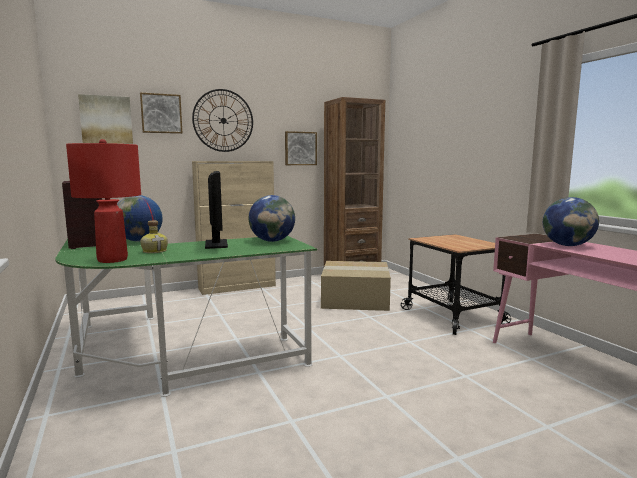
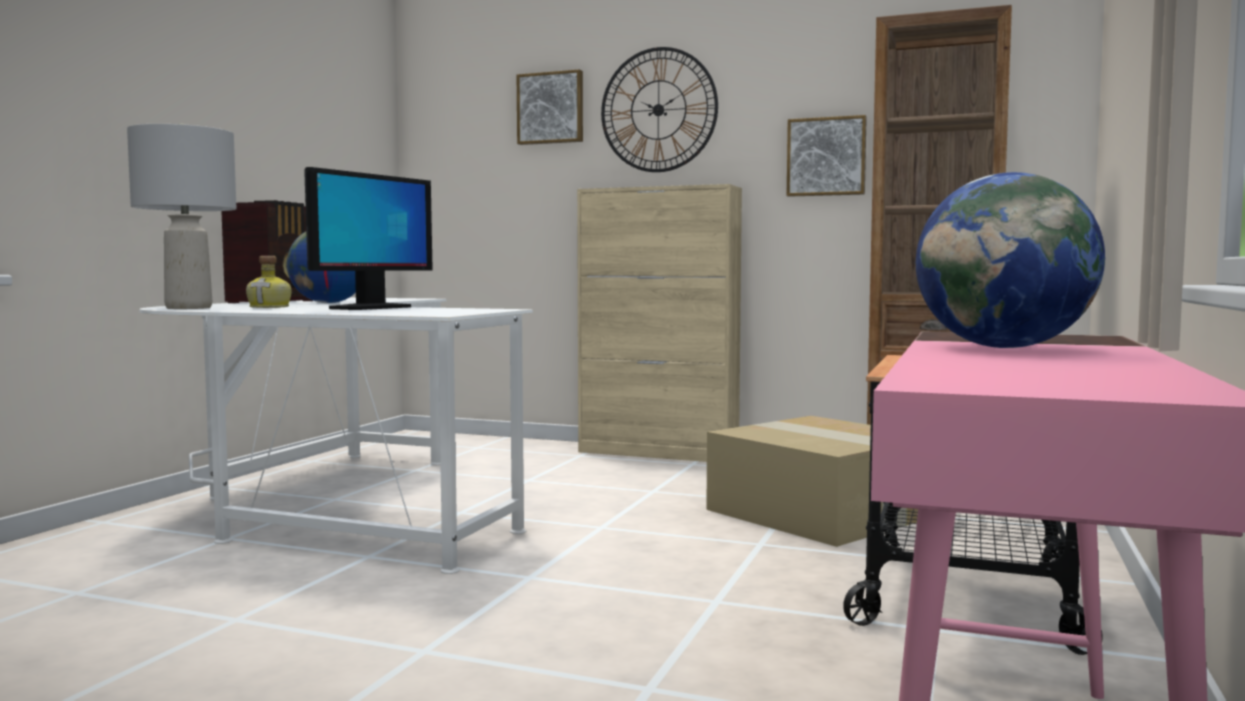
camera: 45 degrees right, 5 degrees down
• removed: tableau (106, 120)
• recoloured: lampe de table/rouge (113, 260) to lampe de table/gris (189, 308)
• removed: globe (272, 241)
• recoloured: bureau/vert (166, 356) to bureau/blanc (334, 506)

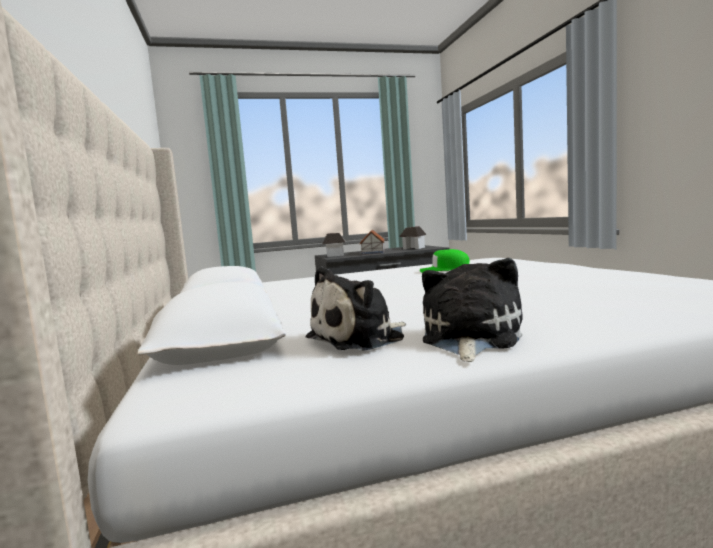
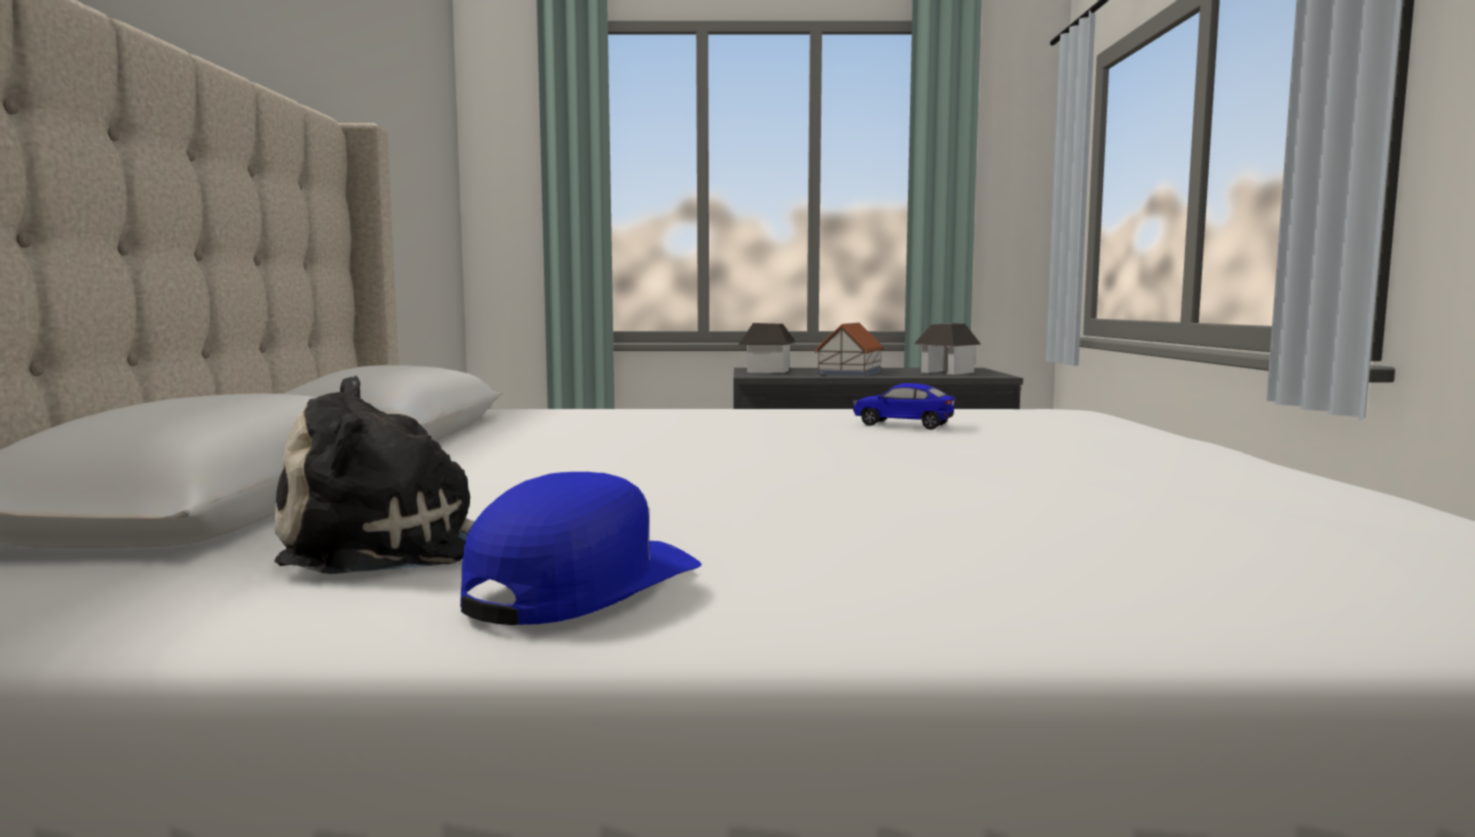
camera: 15 degrees right, 0 degrees up
• replaced: casquette/vert (445, 270) to petite voiture (903, 425)
• replaced: peluche (469, 338) to casquette/bleu (583, 584)

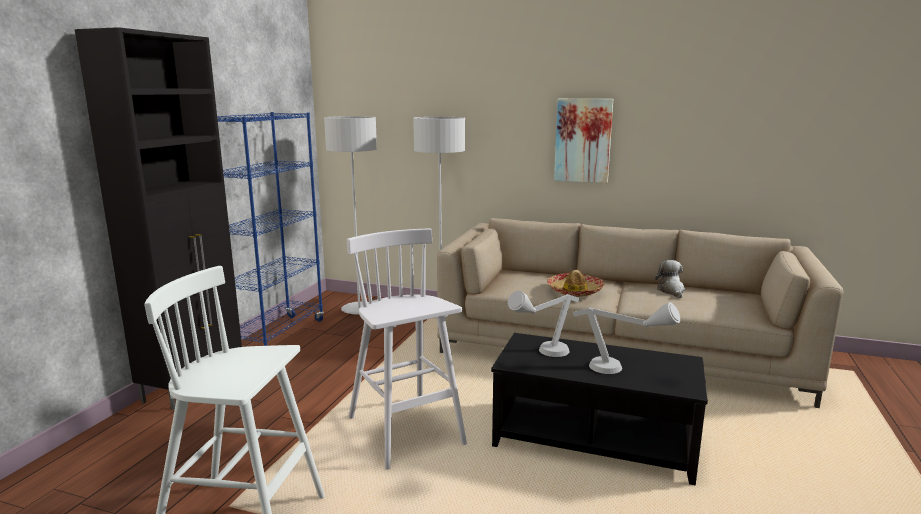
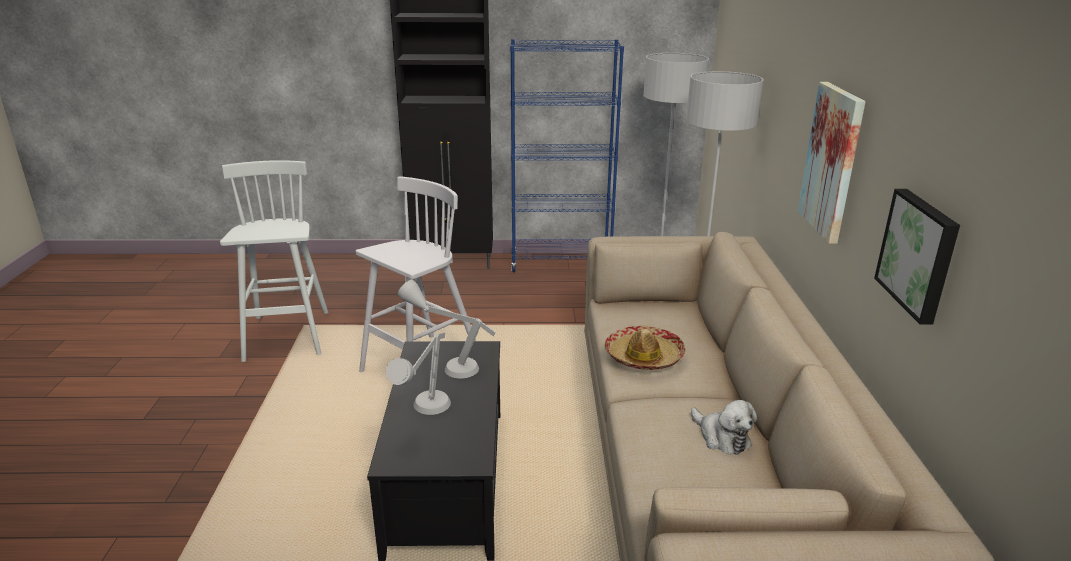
camera: 70 degrees right, 10 degrees up
• turned: peluche (671, 291) = (721, 437) 75 degrees clockwise
• added: tableau (919, 254)

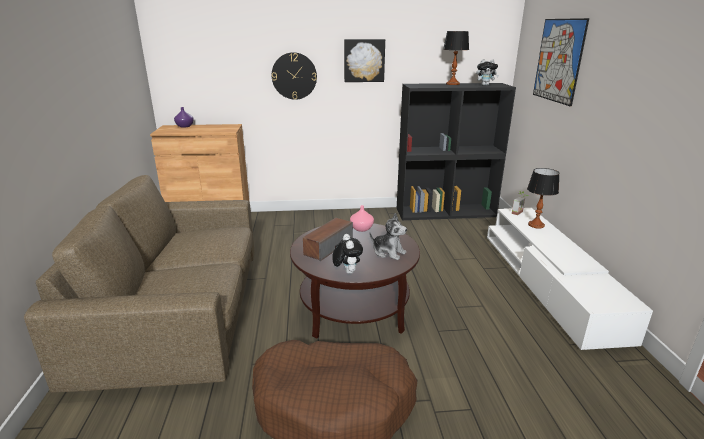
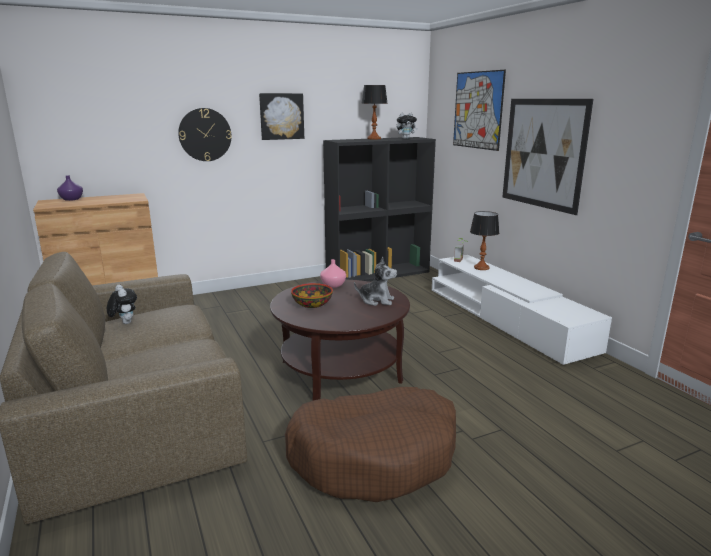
camera: 20 degrees left, 5 degrees down
• replaced: enceinte (328, 246) to bol (311, 304)
• moved: peluche (347, 272) to (124, 323)
• added: tableau (543, 153)

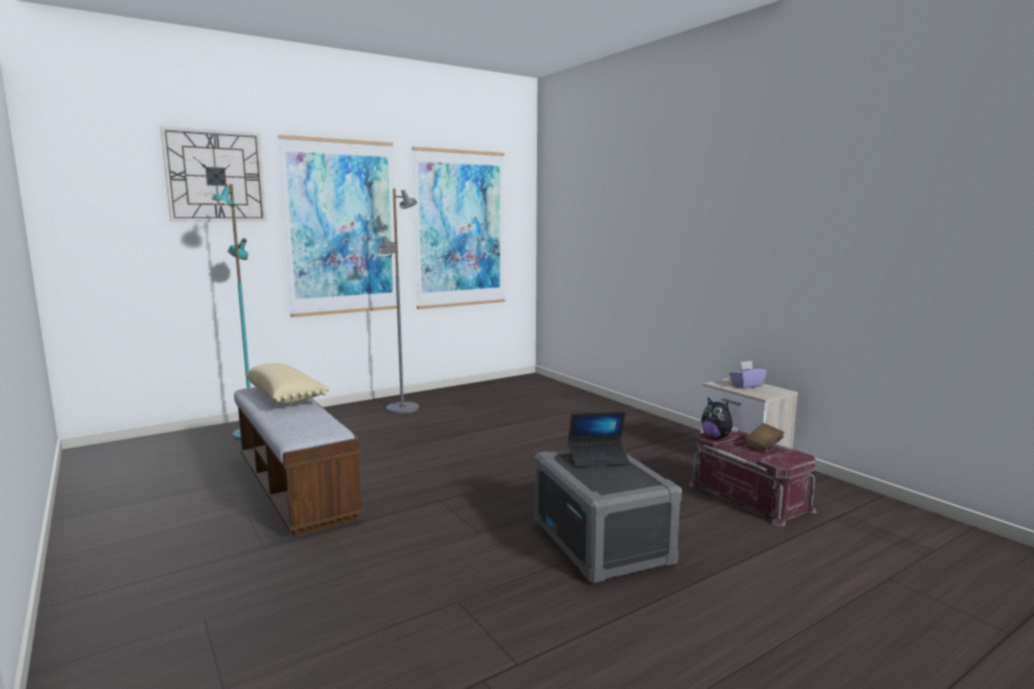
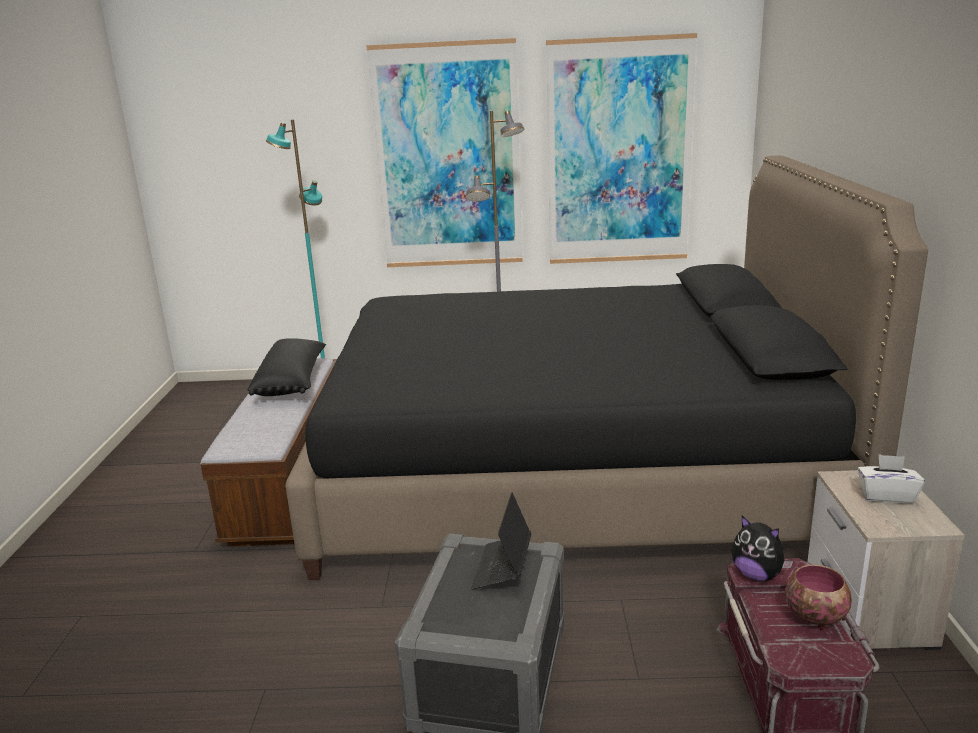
camera: 35 degrees right, 10 degrees up
• removed: horloge murale (215, 176)
• recoloured: boîte à mouchoirs/violet (746, 385) to boîte à mouchoirs/blanc (886, 495)
• recoloured: coussin/beige (286, 397) to coussin/noir (293, 382)
• turned: peluche (717, 437) = (757, 575) 45 degrees counterclockwise
• turned: ordinateur portable (598, 459) = (502, 568) 75 degrees clockwise
• replaced: livre/marron (763, 446) to bol (815, 616)
• added: lit/noir (570, 473)

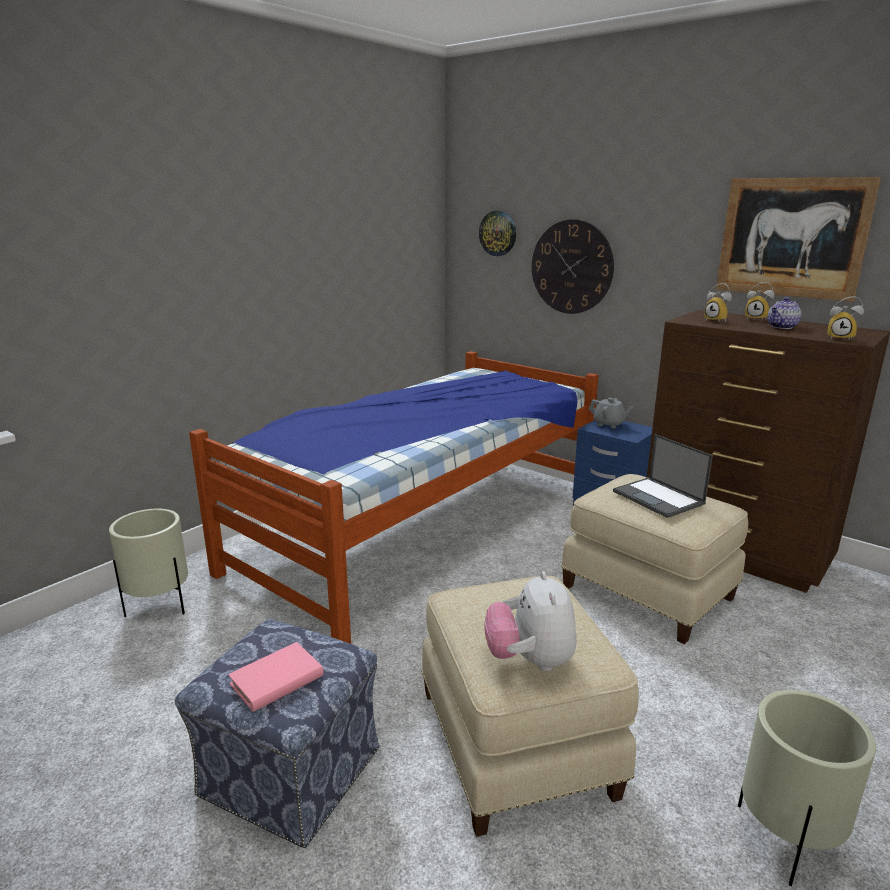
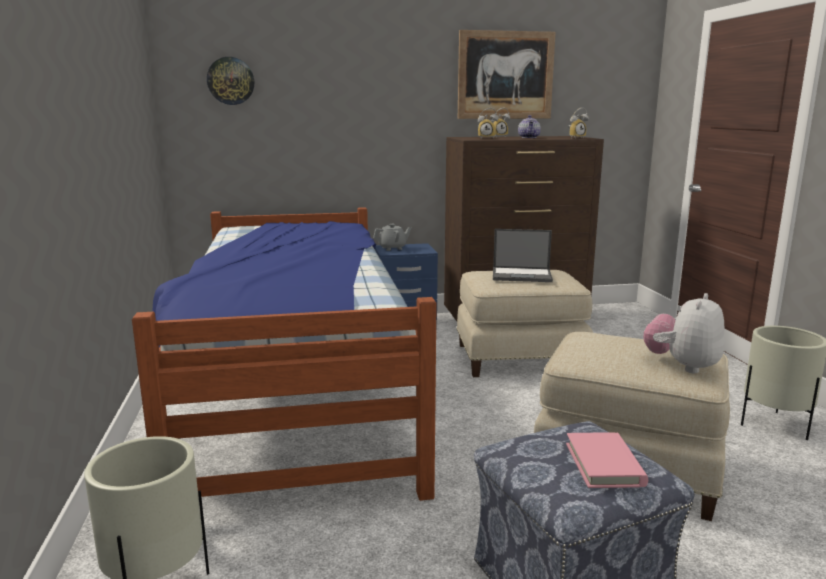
camera: 50 degrees left, 5 degrees down
• removed: horloge murale (571, 267)
• turned: peluche (530, 660) = (682, 366) 90 degrees clockwise

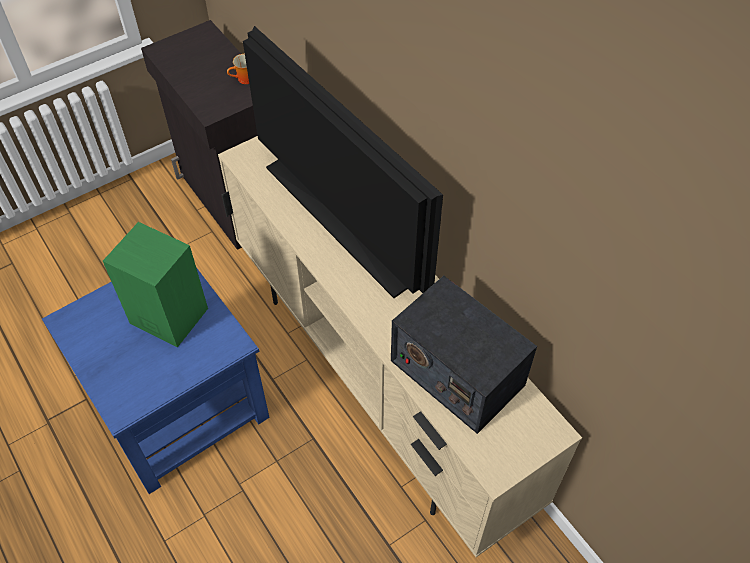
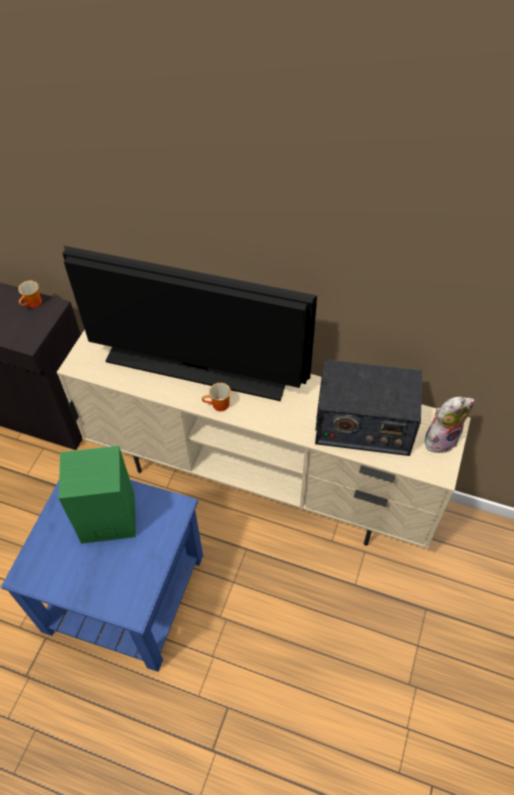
camera: 35 degrees left, 0 degrees up
• added: mug (219, 406)
• added: peluche (441, 438)

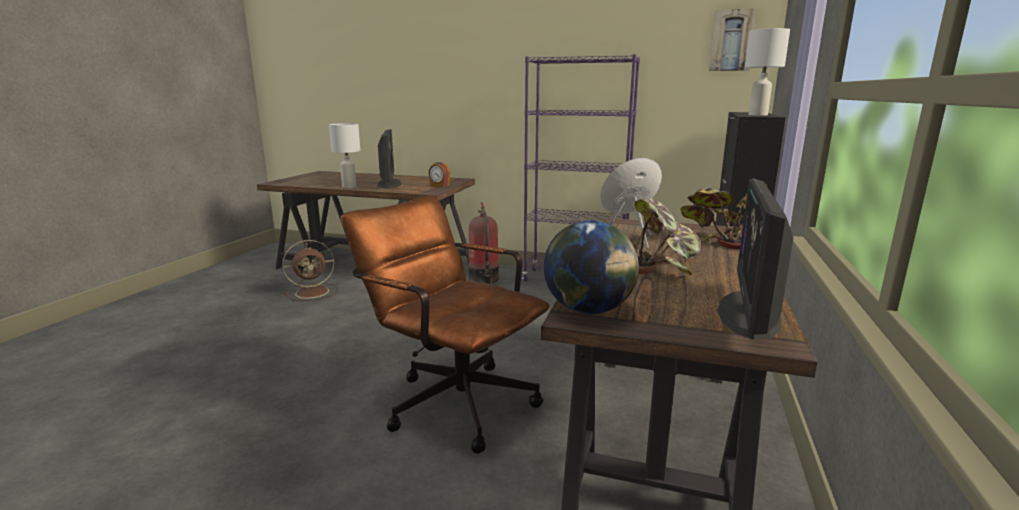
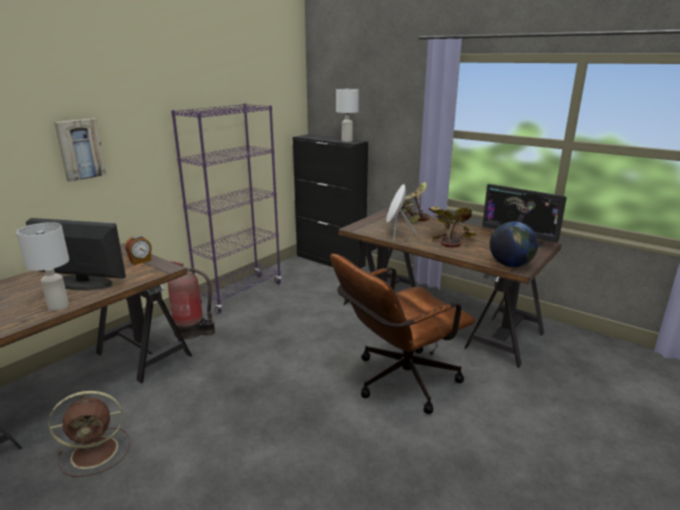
camera: 70 degrees left, 5 degrees up
• moved: tableau (731, 40) to (80, 149)
• turned: ventilateur/marron (314, 292) = (97, 451) 75 degrees clockwise

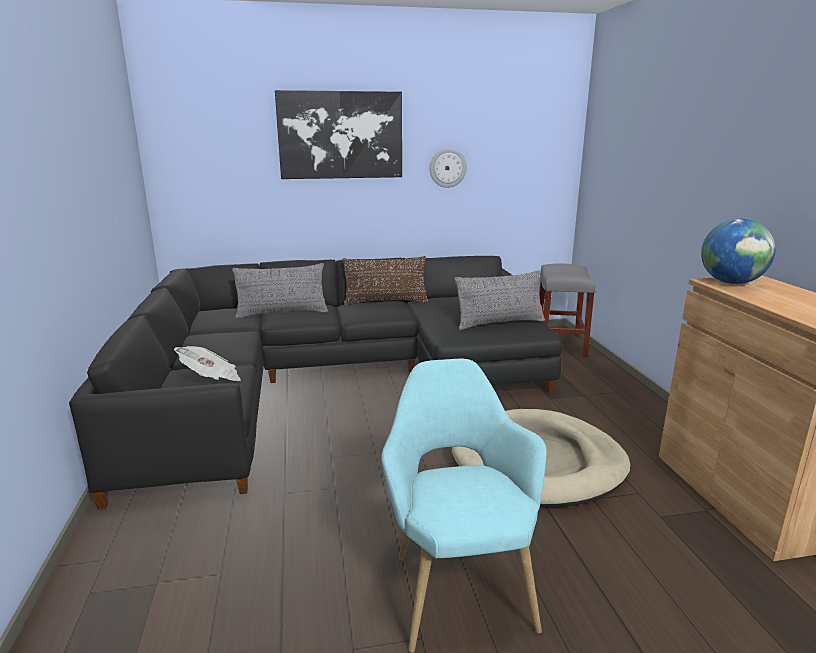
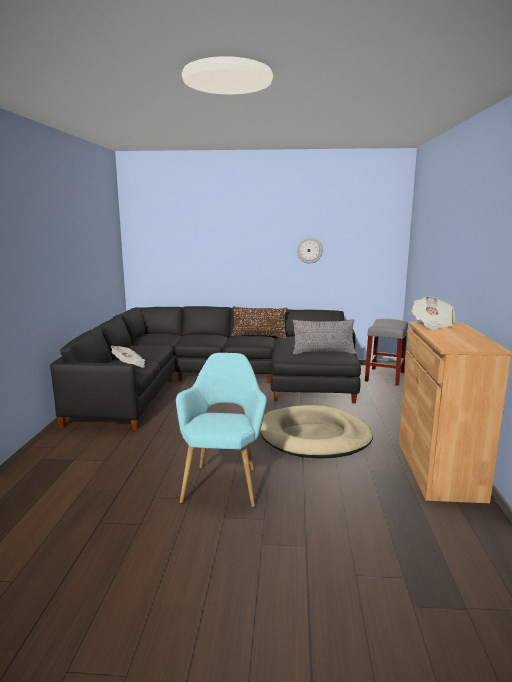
camera: 15 degrees right, 5 degrees down
• removed: tableau (340, 135)
• replaced: globe (731, 283) to journal (432, 325)
• removed: coussin/gris (282, 313)

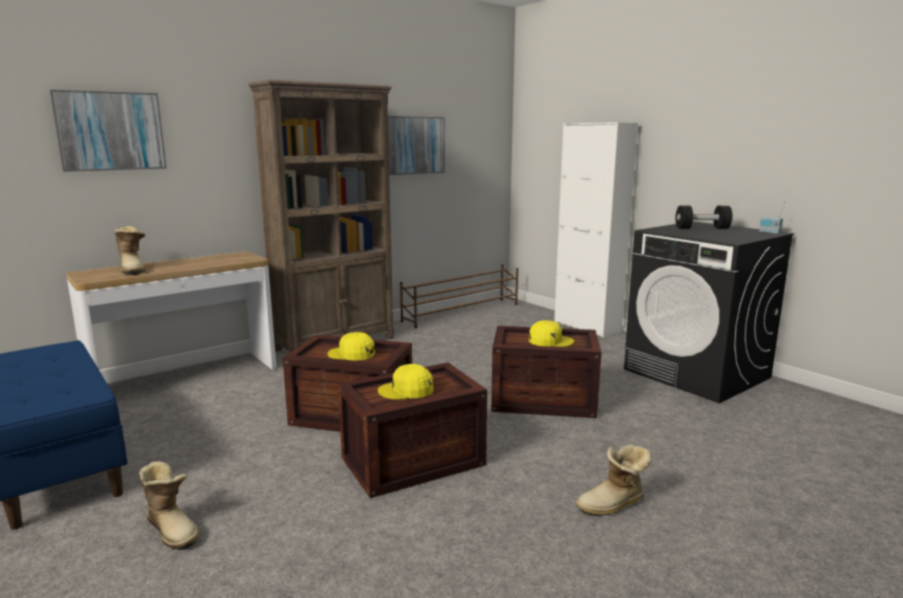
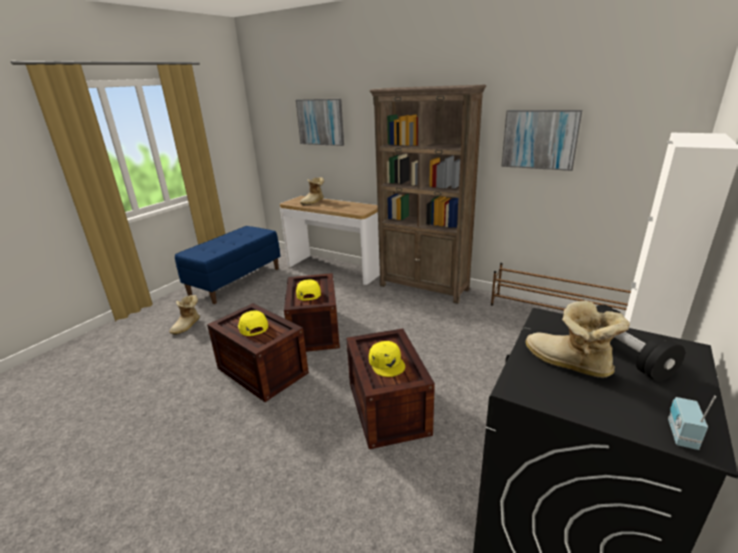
camera: 70 degrees right, 10 degrees up
• moved: botte (613, 505) to (568, 364)

